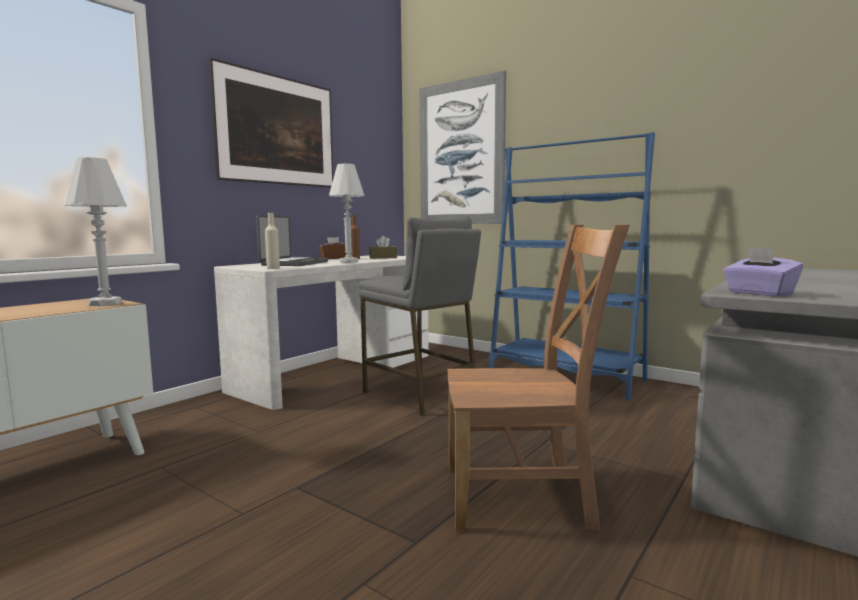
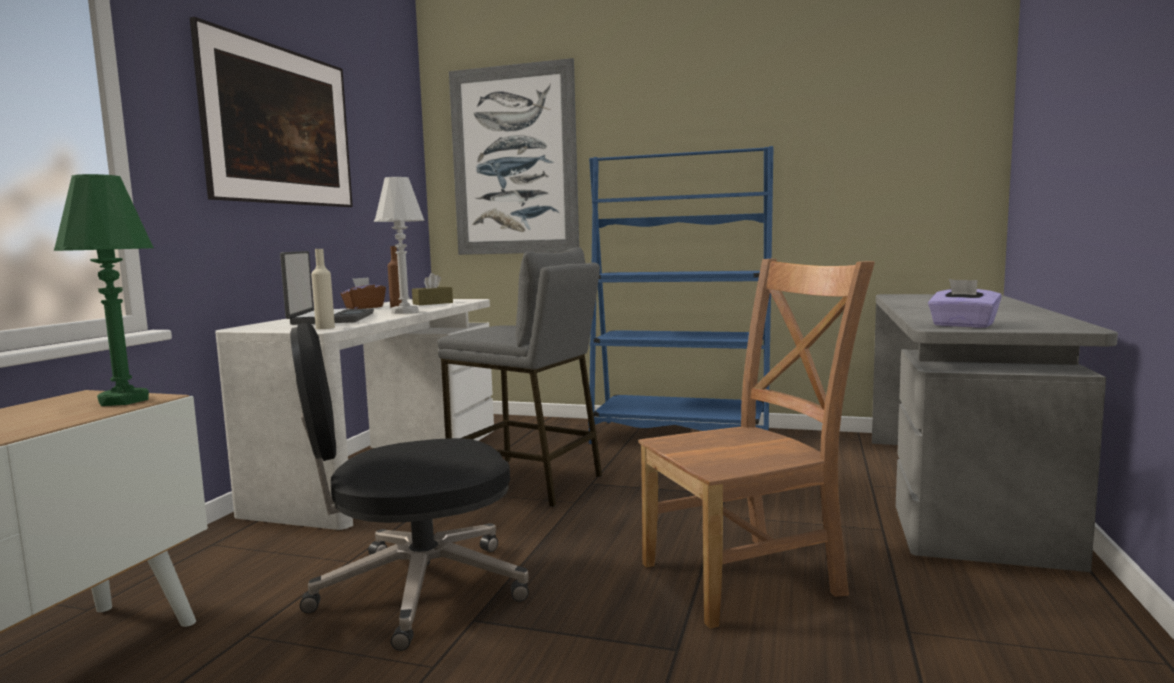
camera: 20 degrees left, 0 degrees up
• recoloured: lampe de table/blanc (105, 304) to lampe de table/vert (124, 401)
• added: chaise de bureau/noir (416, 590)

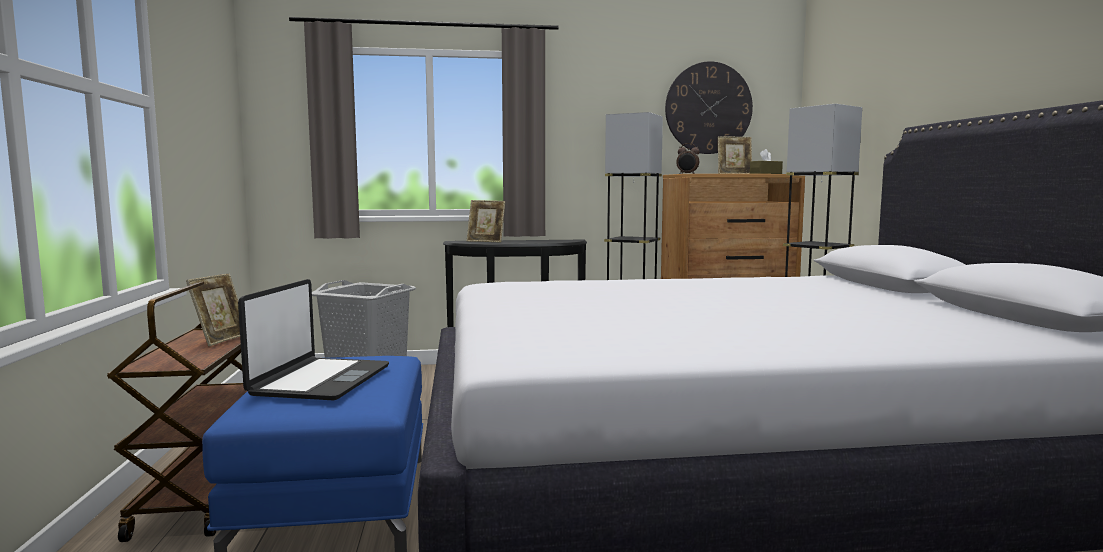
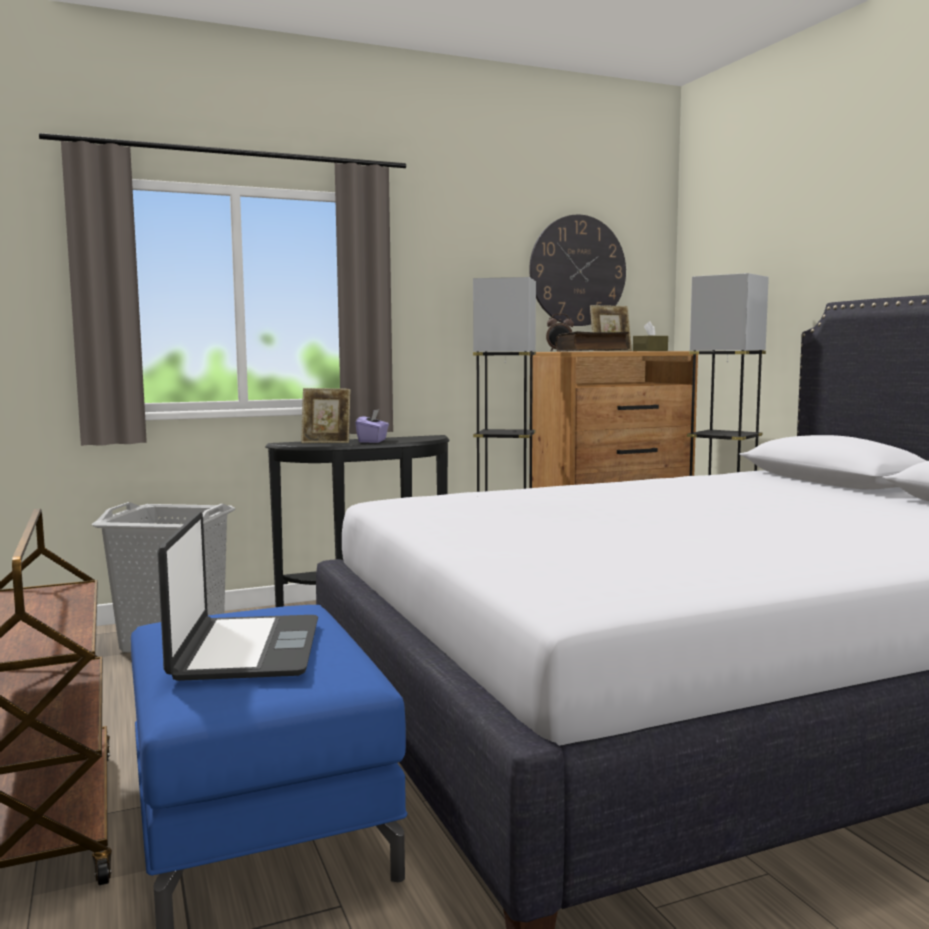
camera: 15 degrees left, 0 degrees up
• removed: cadre photo (221, 339)
• added: livre (592, 351)
• added: boîte à mouchoirs/violet (373, 441)

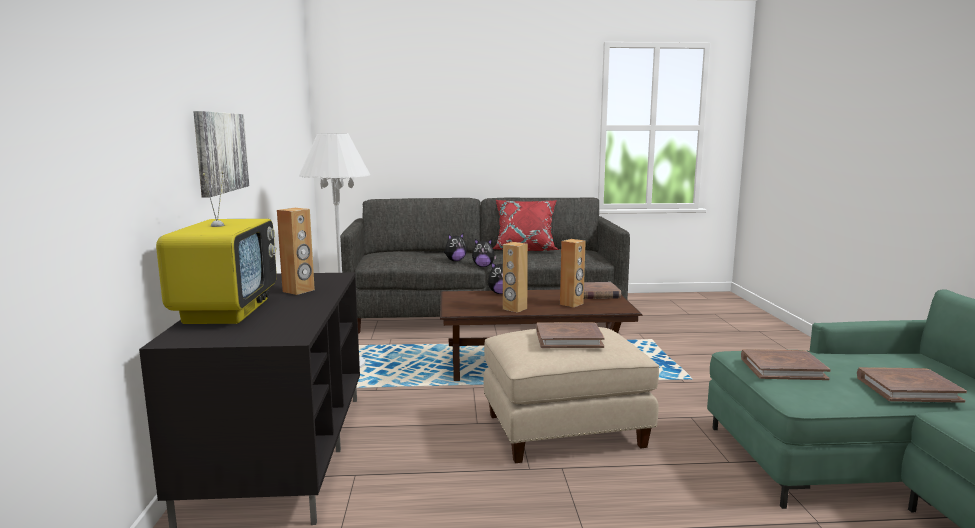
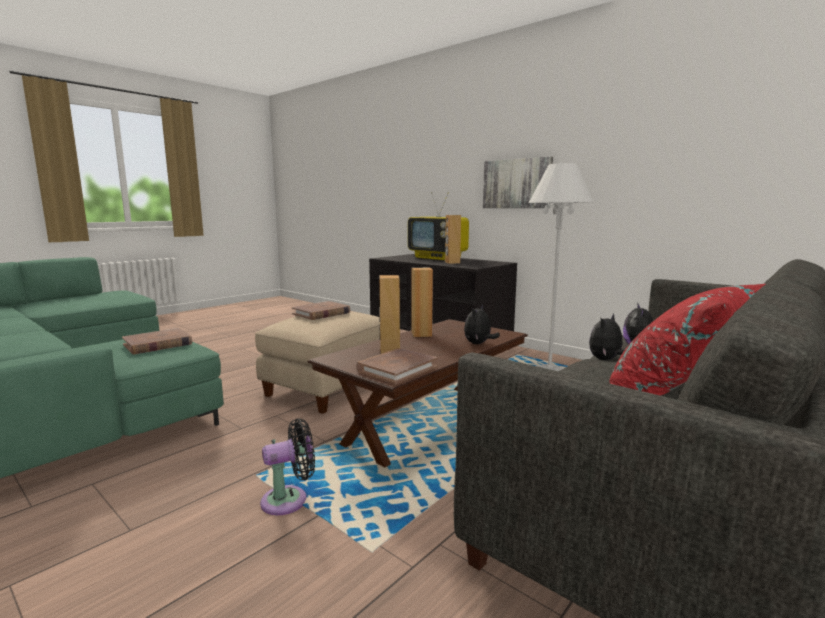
camera: 135 degrees right, 0 degrees up
• removed: livre/marron (907, 389)
• added: ventilateur/noir (289, 499)

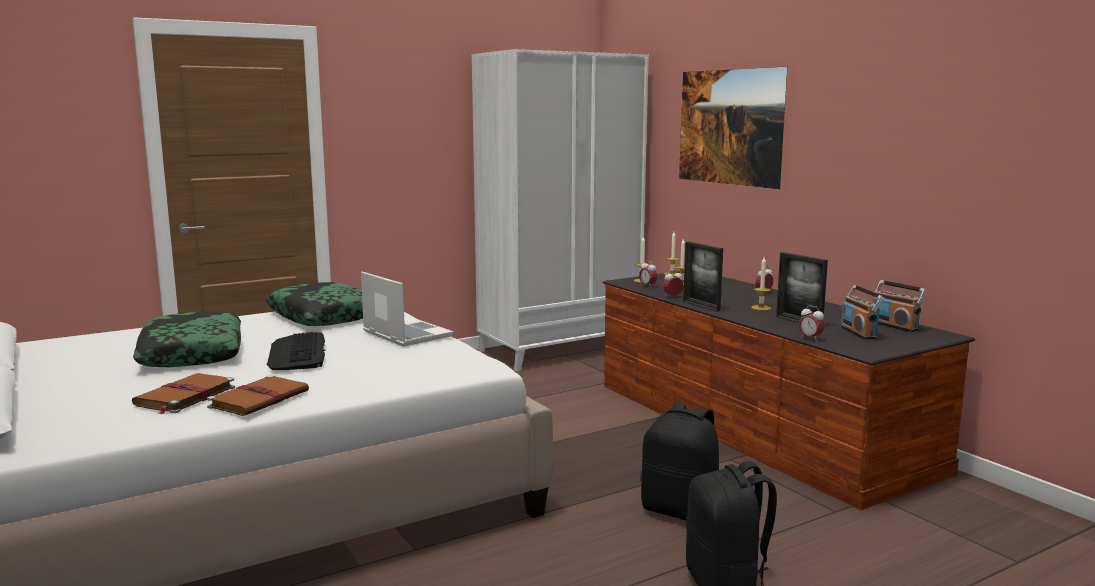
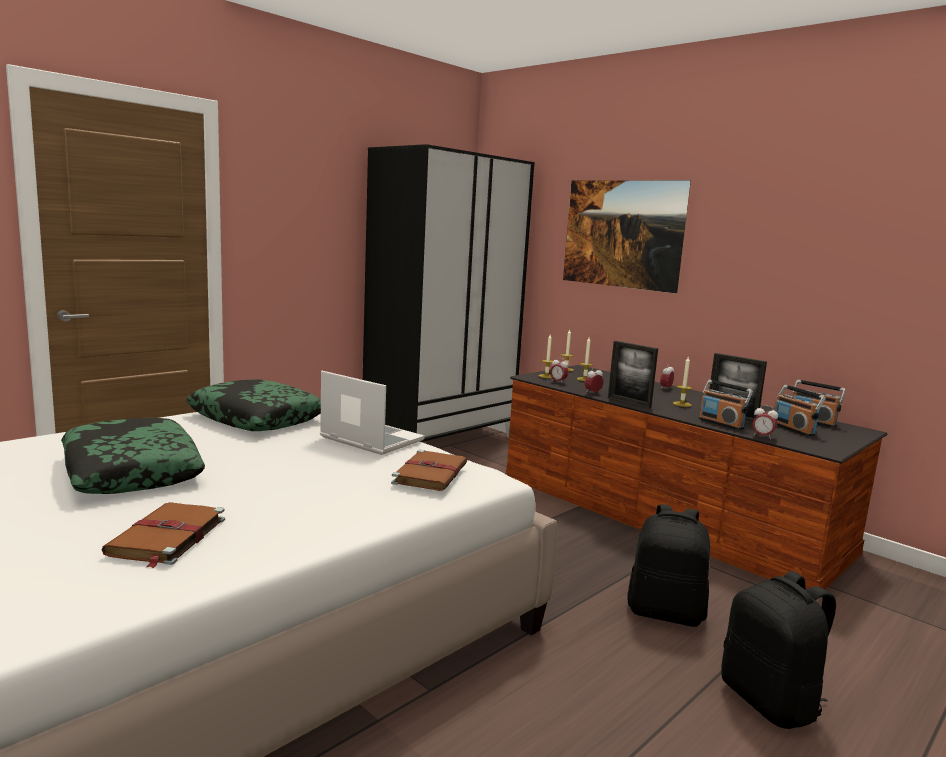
camera: 15 degrees left, 0 degrees up
• recoloured: armoire/blanc (560, 349) to armoire/noir (440, 439)
• removed: clavier (298, 353)
• moved: livre/marron (260, 399) to (431, 473)
• added: radio (721, 423)

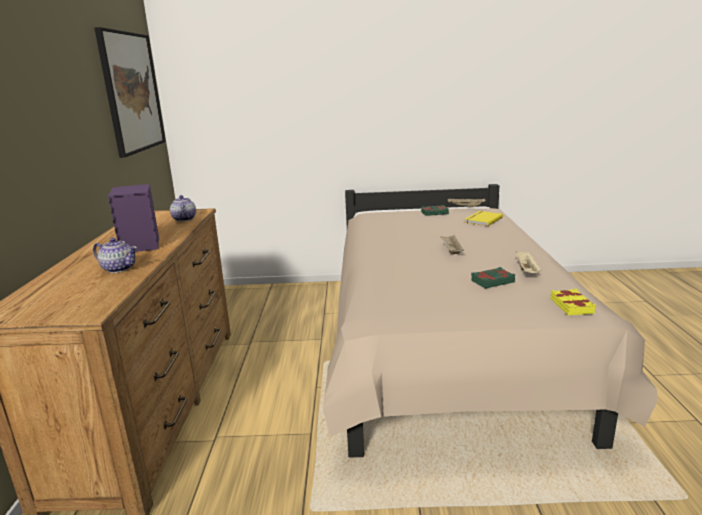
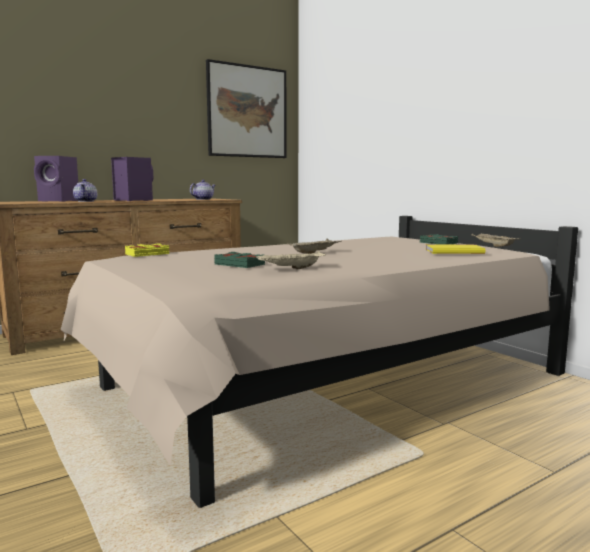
camera: 55 degrees right, 10 degrees down
• moved: livre/jaune (572, 306) to (147, 254)
• added: enceinte/violet (60, 201)

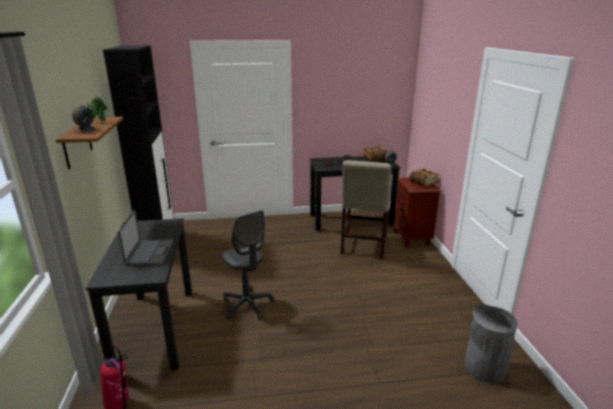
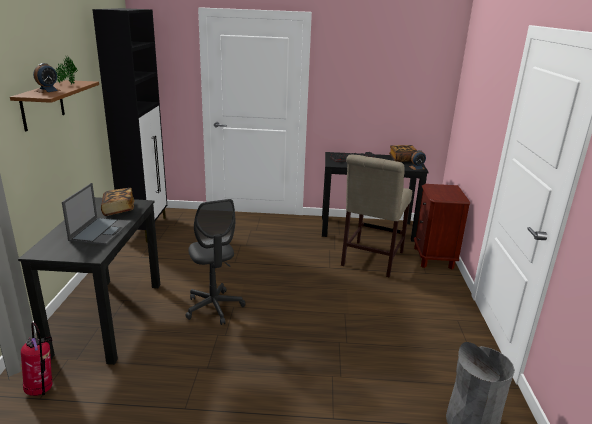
camera: 10 degrees right, 0 degrees up
• moved: livre (423, 183) to (118, 209)

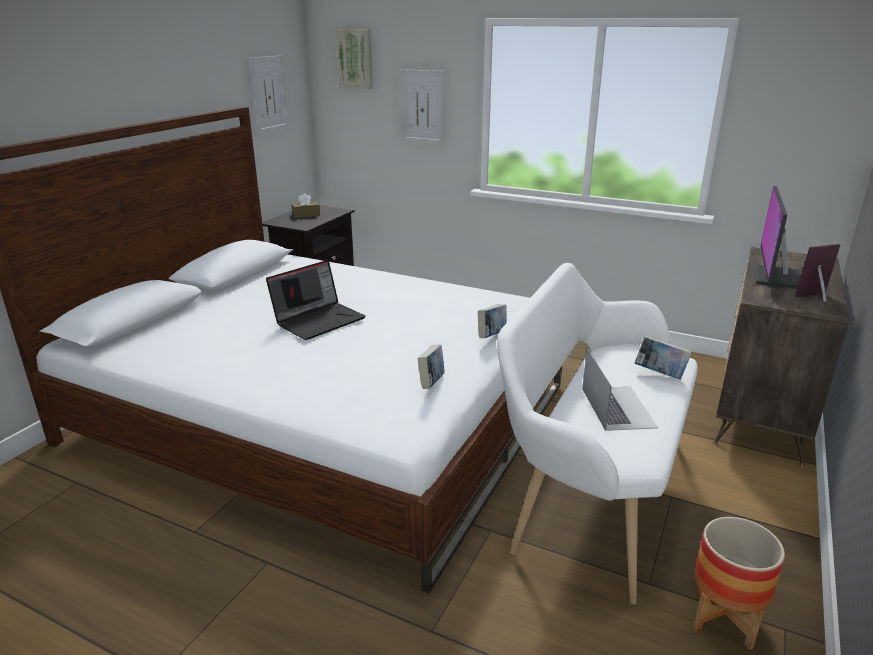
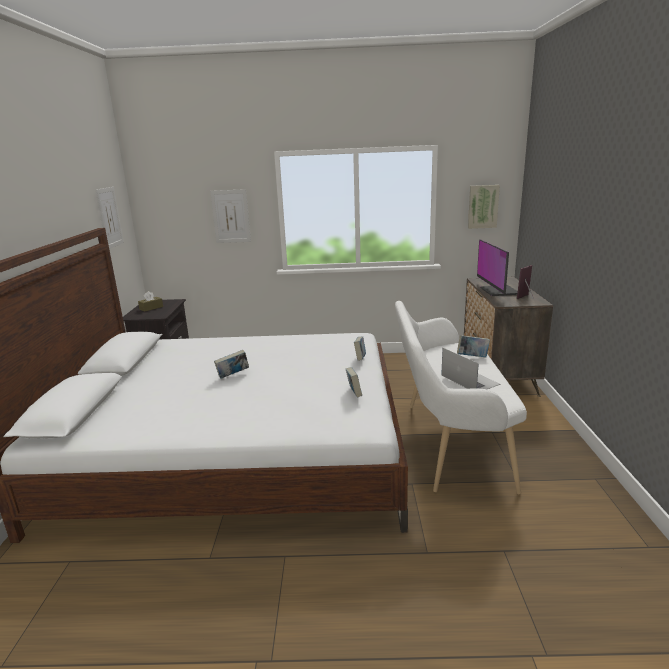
camera: 25 degrees left, 5 degrees down
• moved: tableau (355, 59) to (482, 206)
• replaced: ordinateur portable (319, 320) to livre (233, 375)
• removed: cache-pot (723, 619)

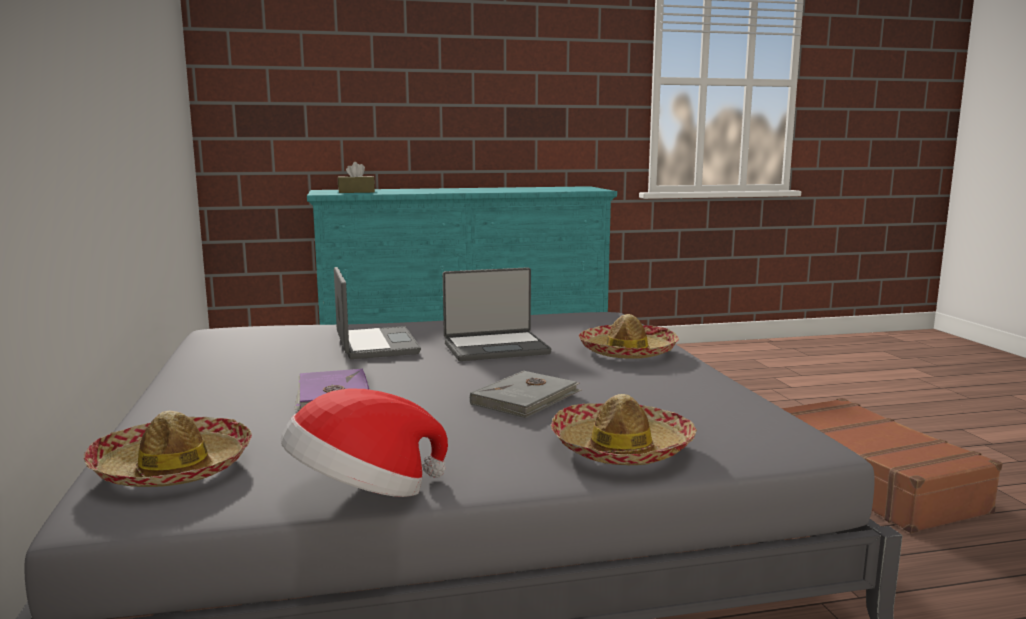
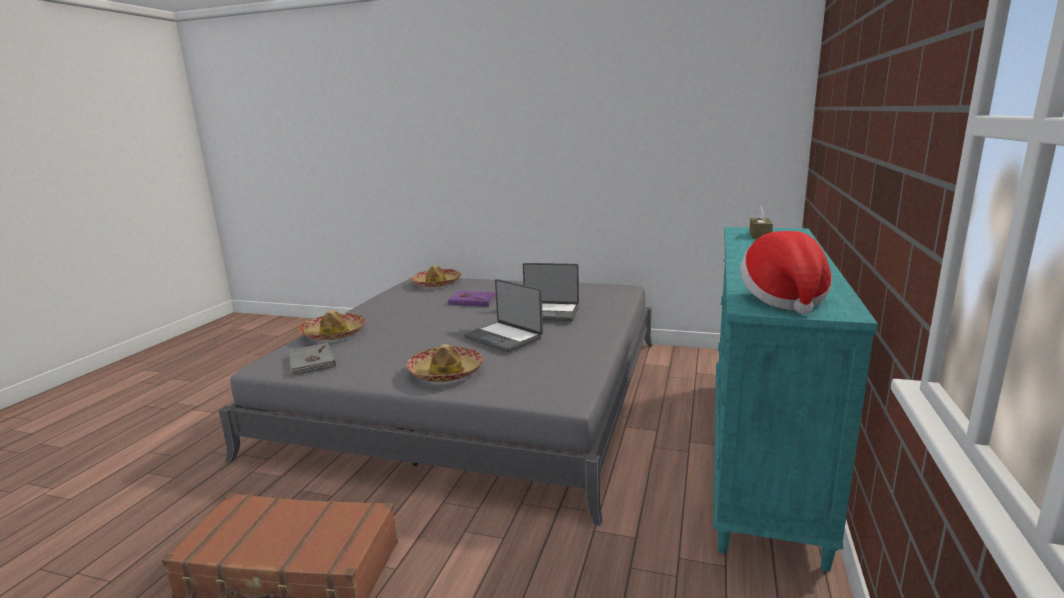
camera: 120 degrees right, 5 degrees up
• turned: ordinateur portable (496, 348) = (504, 337) 60 degrees counterclockwise
• moved: livre/gris (526, 398) to (311, 362)
• moved: chapeau (363, 493) to (783, 299)

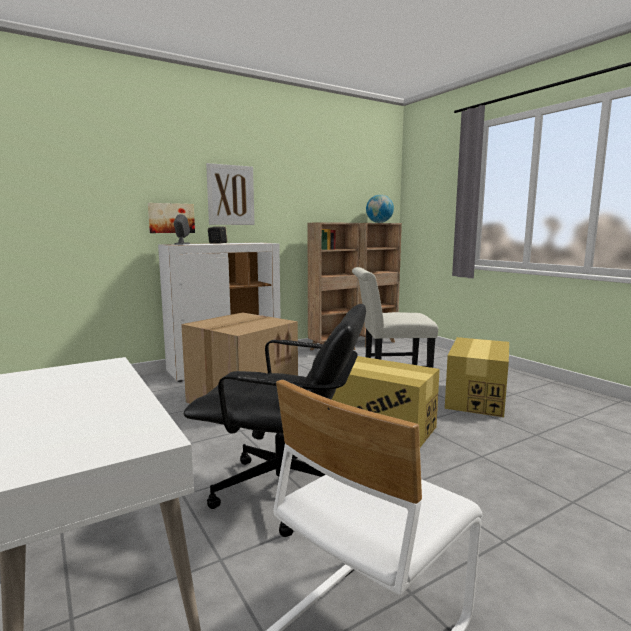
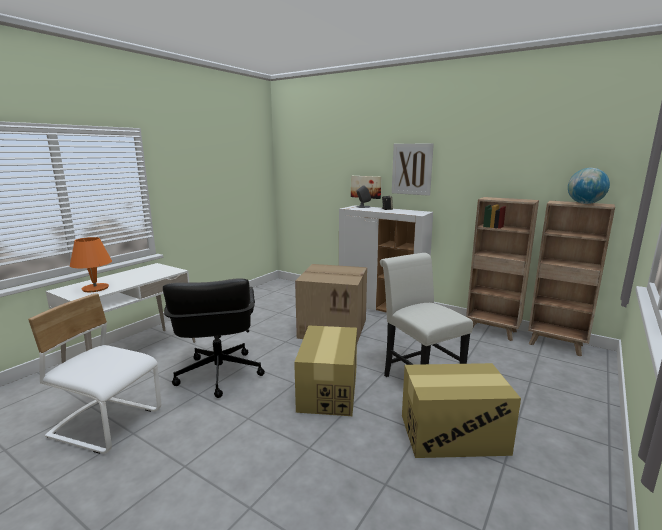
camera: 65 degrees right, 5 degrees up
• added: lampe de table/orange (95, 288)

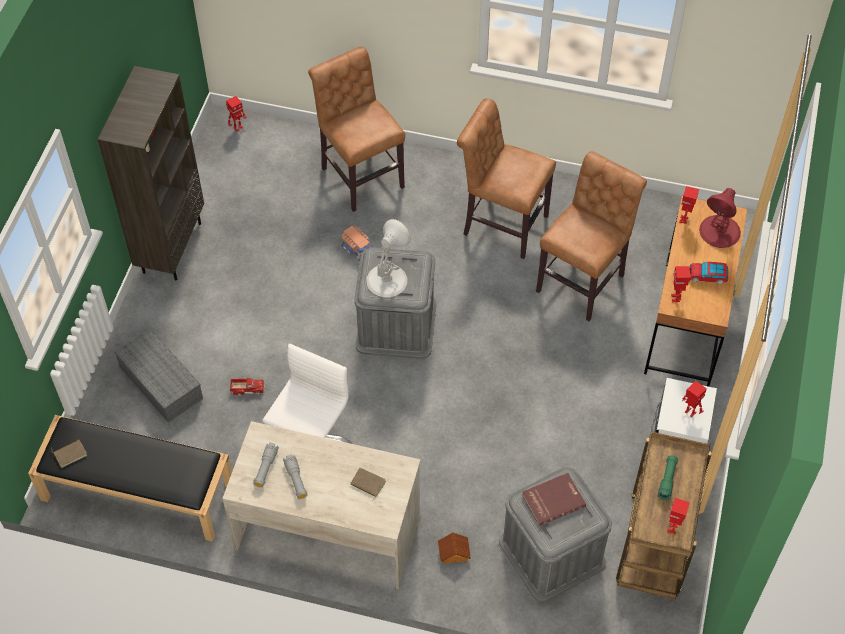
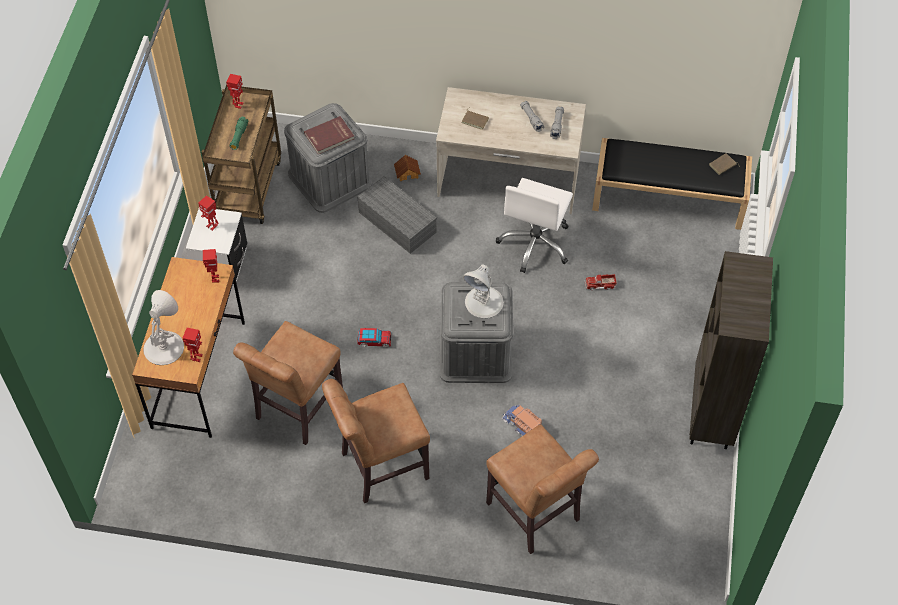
camera: 175 degrees right, 0 degrees up
• removed: robot jouet (238, 127)
• turned: chaise/marron (501, 223) = (380, 467) 135 degrees clockwise
• recoloured: lampe de table/rouge (719, 232) to lampe de table/blanc (164, 347)
• moved: petite voiture (708, 276) to (374, 341)
• moved: boîte de rangement/gris (162, 383) to (396, 222)

